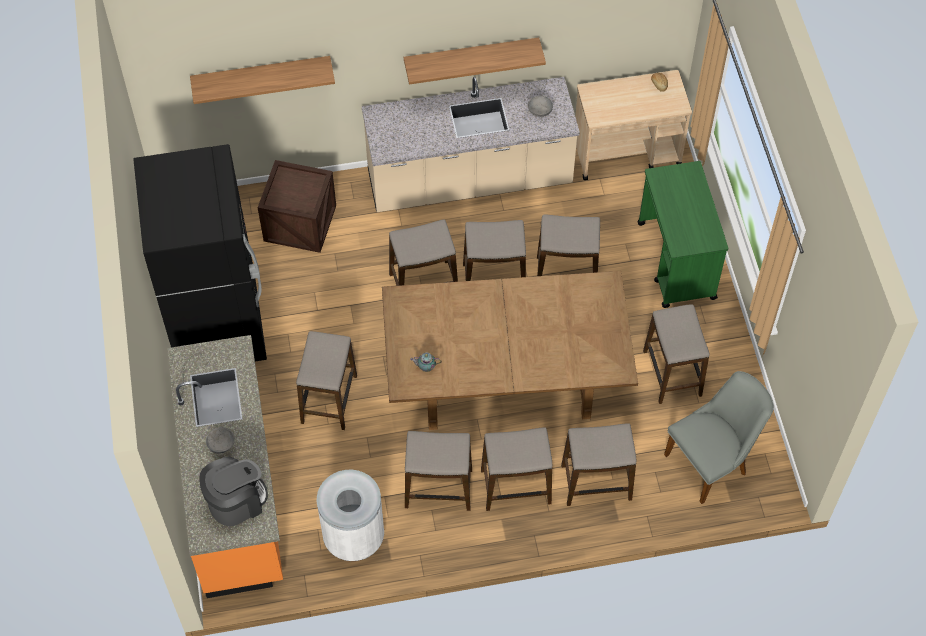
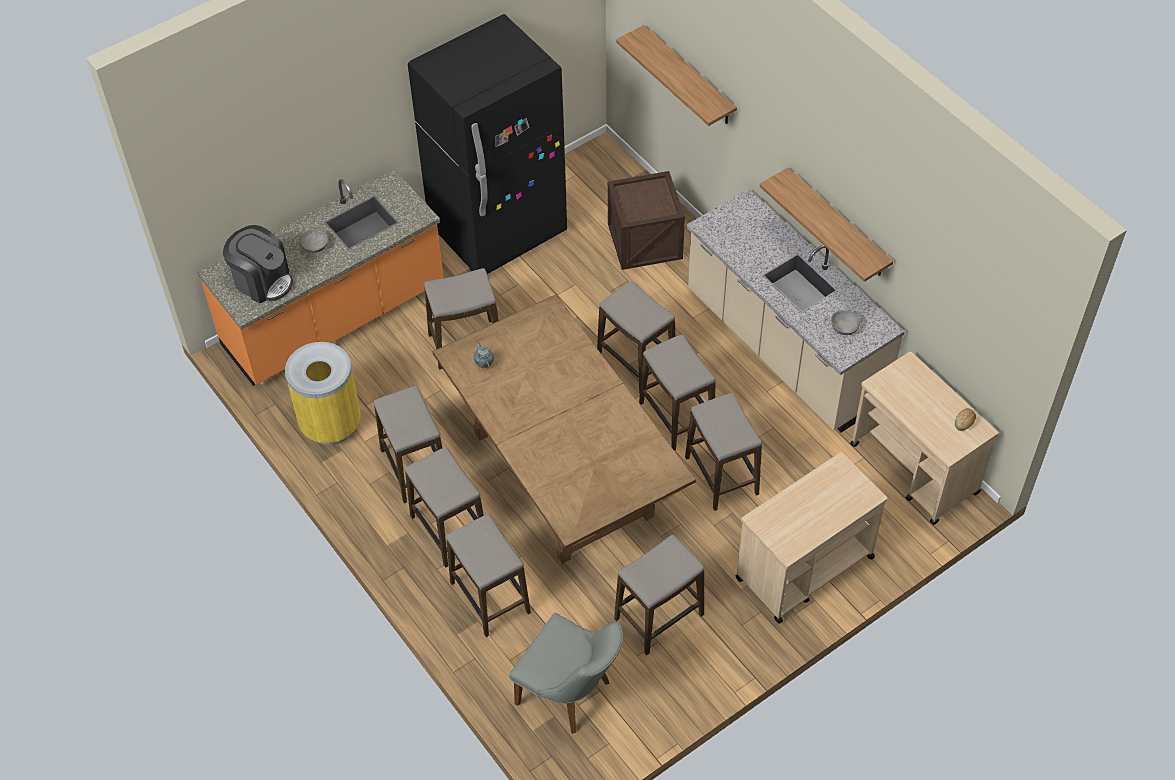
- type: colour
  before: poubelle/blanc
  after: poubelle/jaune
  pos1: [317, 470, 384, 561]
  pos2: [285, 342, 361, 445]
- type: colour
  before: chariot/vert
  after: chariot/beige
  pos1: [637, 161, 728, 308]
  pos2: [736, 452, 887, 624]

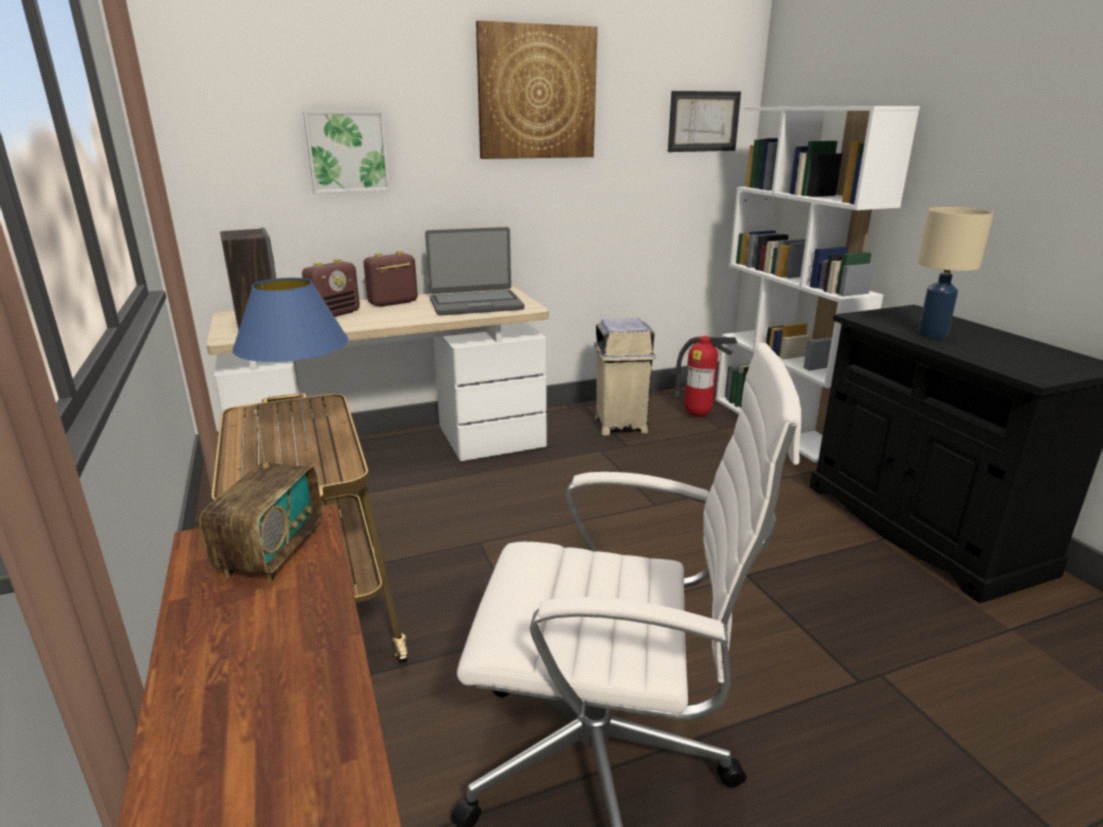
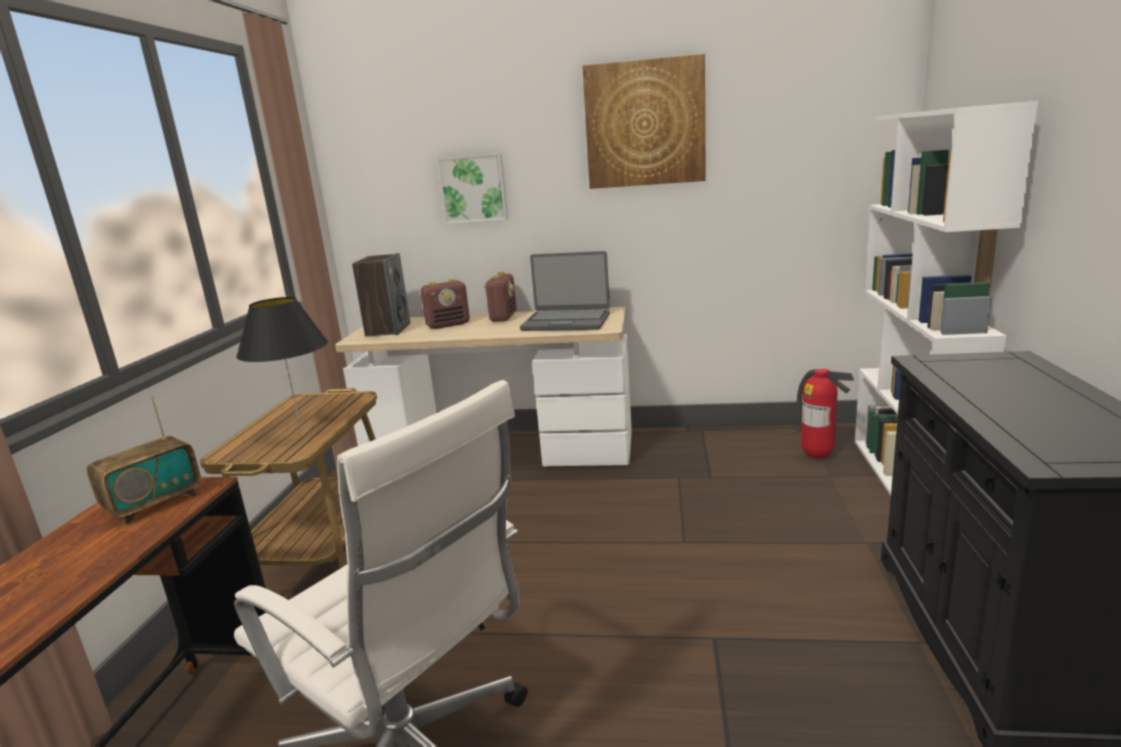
- type: missing
  before: poubelle/beige
  pos1: [594, 318, 656, 435]
- type: missing
  before: tableau
  pos1: [668, 91, 741, 152]
- type: missing
  before: lampe de table/beige
  pos1: [918, 207, 994, 338]
- type: colour
  before: lampe de table/bleu
  after: lampe de table/noir
  pos1: [232, 278, 349, 447]
  pos2: [236, 297, 328, 432]
- type: spun
  before: radio
  pos1: [364, 250, 418, 307]
  pos2: [484, 271, 517, 322]
  turn: 105

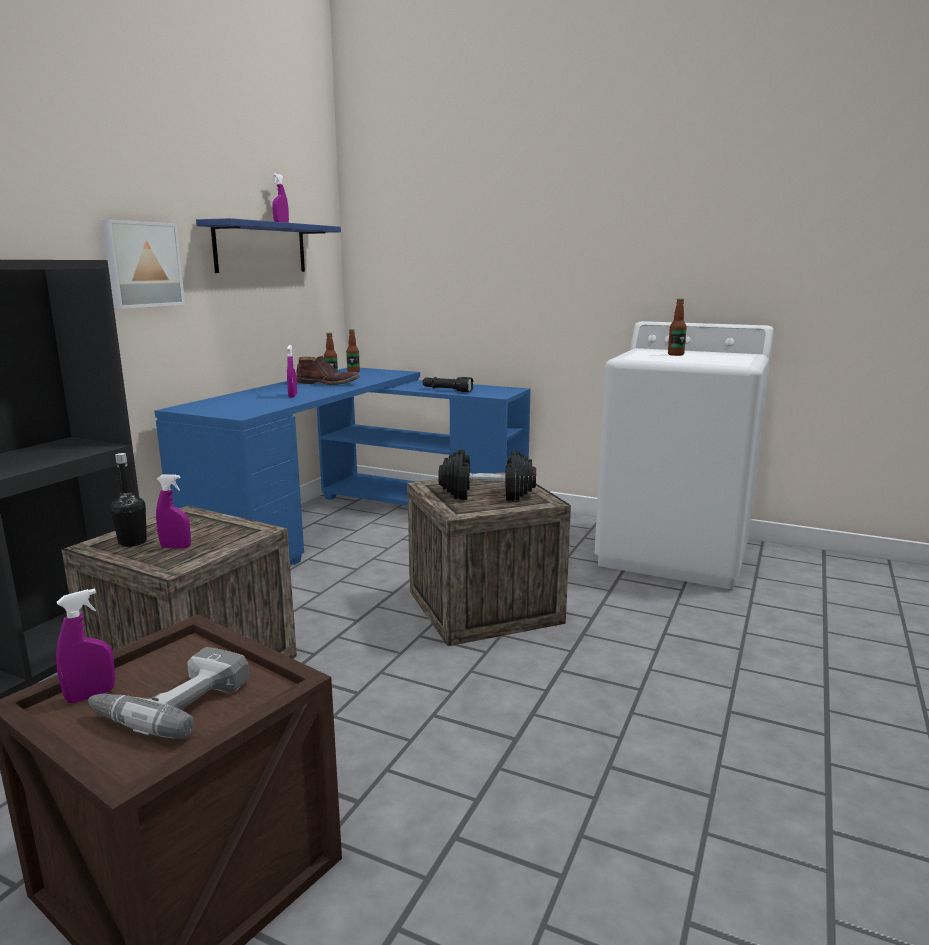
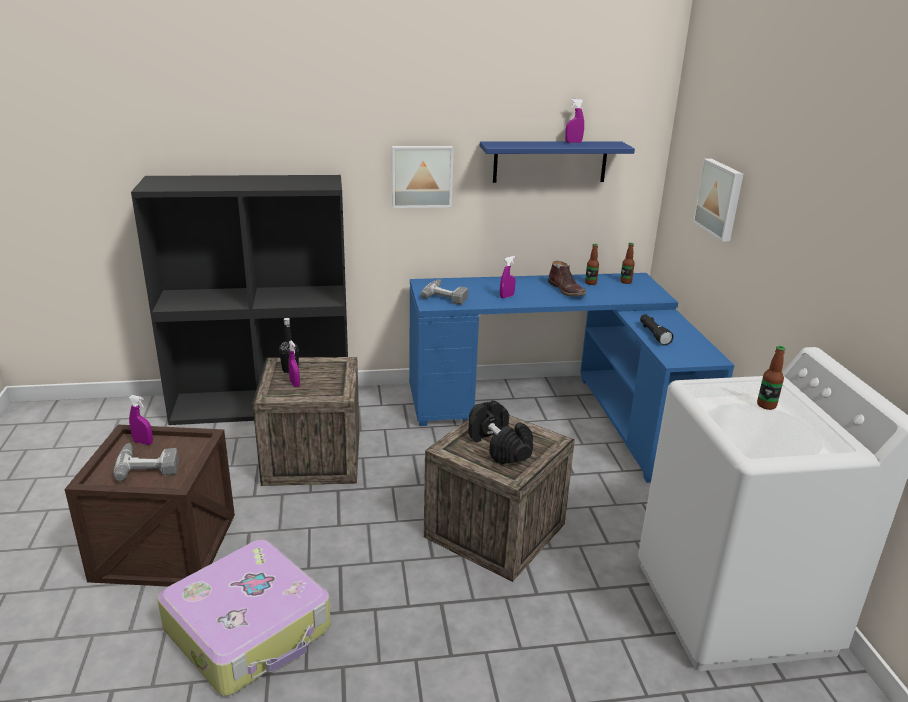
- type: appeared
  after: valise
  pos2: [157, 539, 331, 696]
- type: appeared
  after: perceuse
  pos2: [421, 279, 468, 305]
- type: appeared
  after: tableau
  pos2: [693, 158, 743, 242]

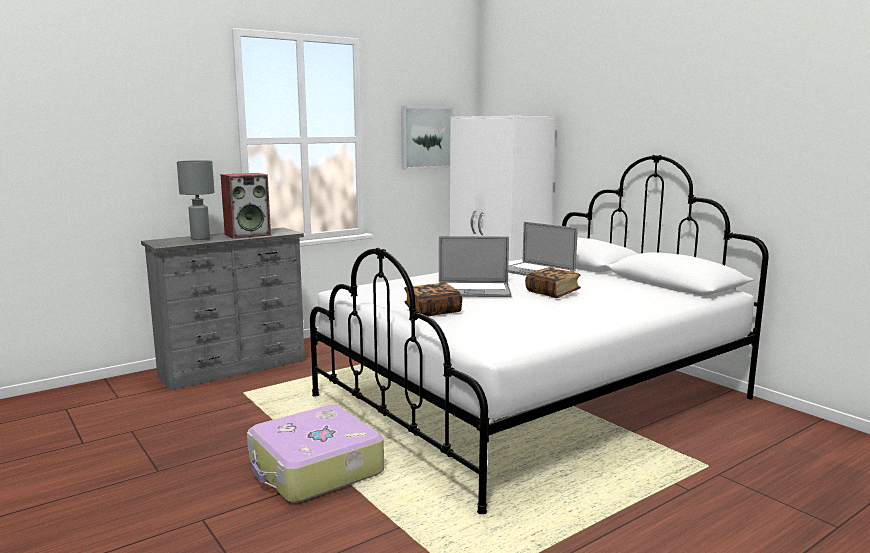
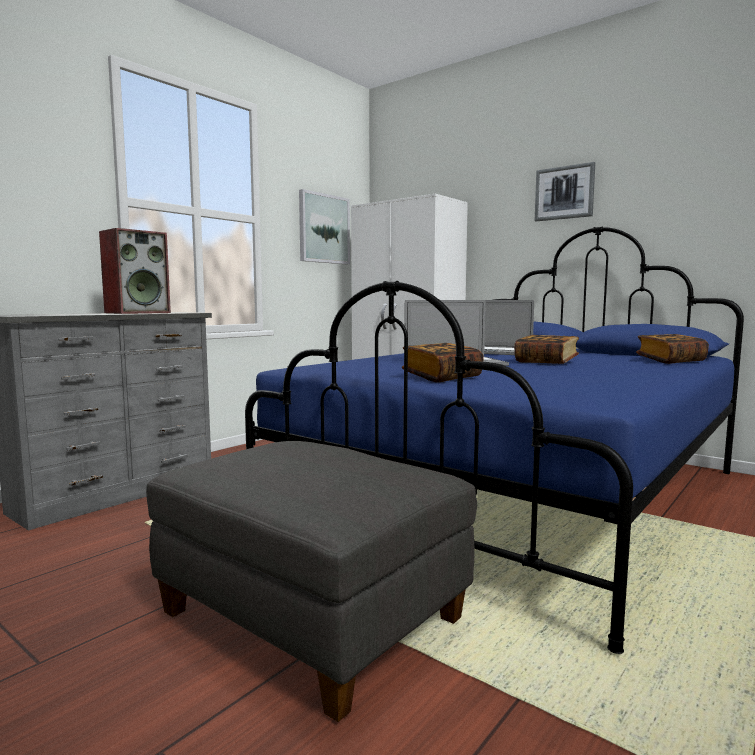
- type: missing
  before: lampe de table/gris
  pos1: [177, 160, 215, 240]
- type: appeared
  after: tableau
  pos2: [535, 162, 595, 221]
- type: appeared
  after: livre
  pos2: [636, 334, 709, 364]
- type: exchanged
  before: valise
  after: pouf/gris
  pos1: [247, 405, 384, 503]
  pos2: [146, 441, 477, 722]
- type: colour
  before: lit/blanc
  after: lit/bleu
  pos1: [310, 155, 769, 514]
  pos2: [245, 226, 744, 654]

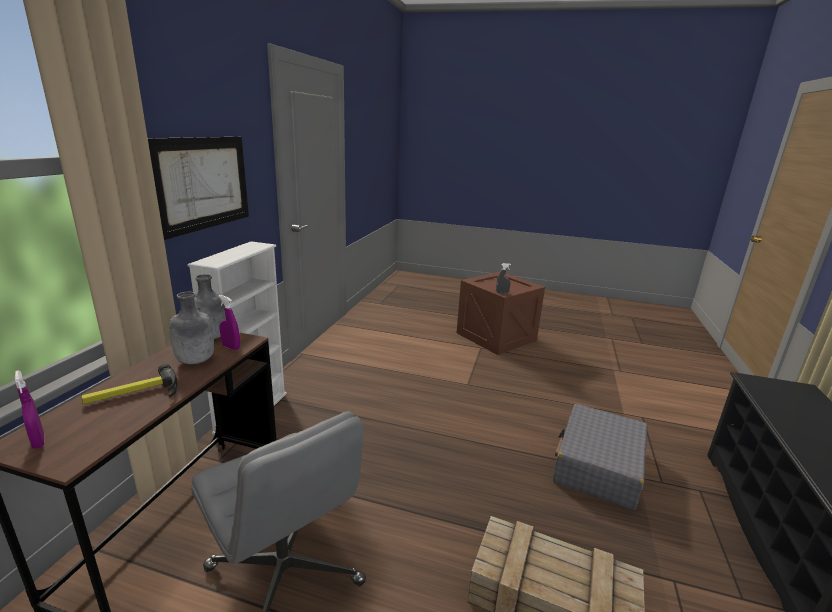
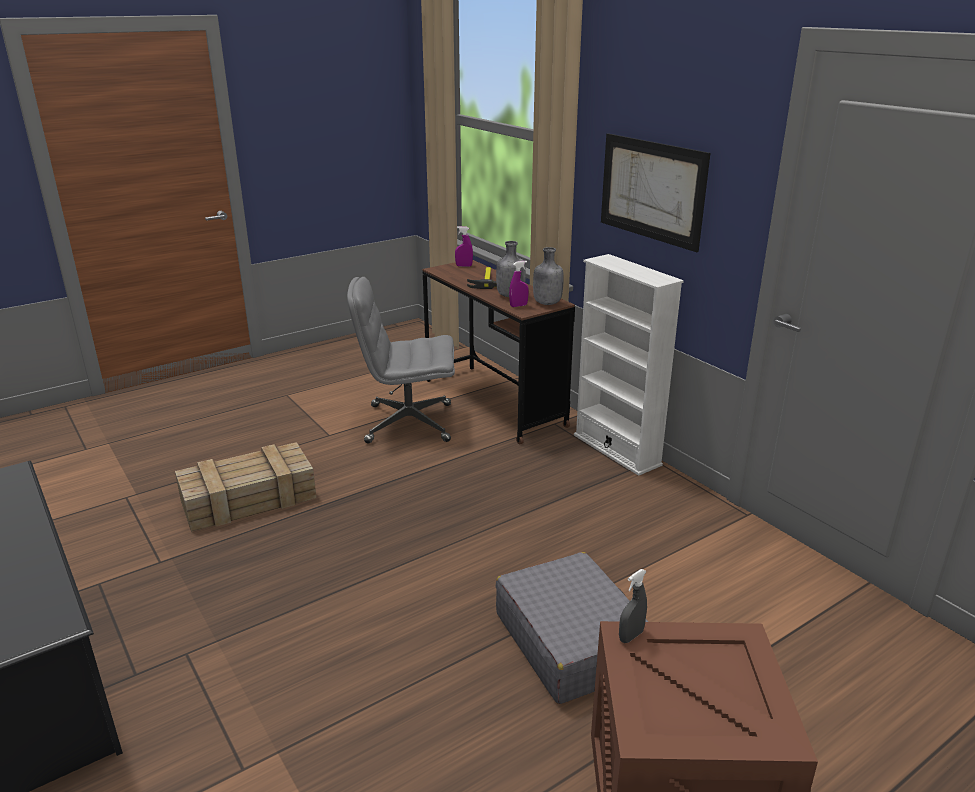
- type: relocated
  before: valise/gris
  pos1: [553, 404, 648, 510]
  pos2: [496, 552, 648, 704]

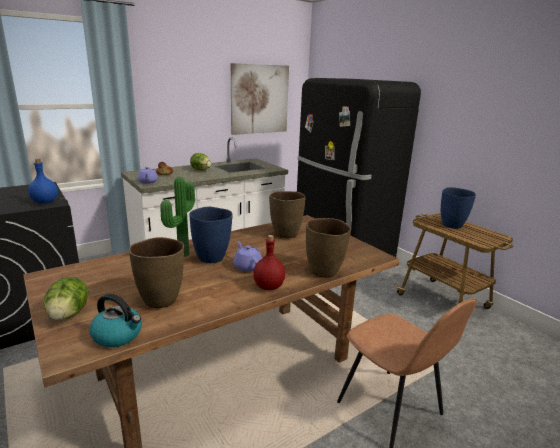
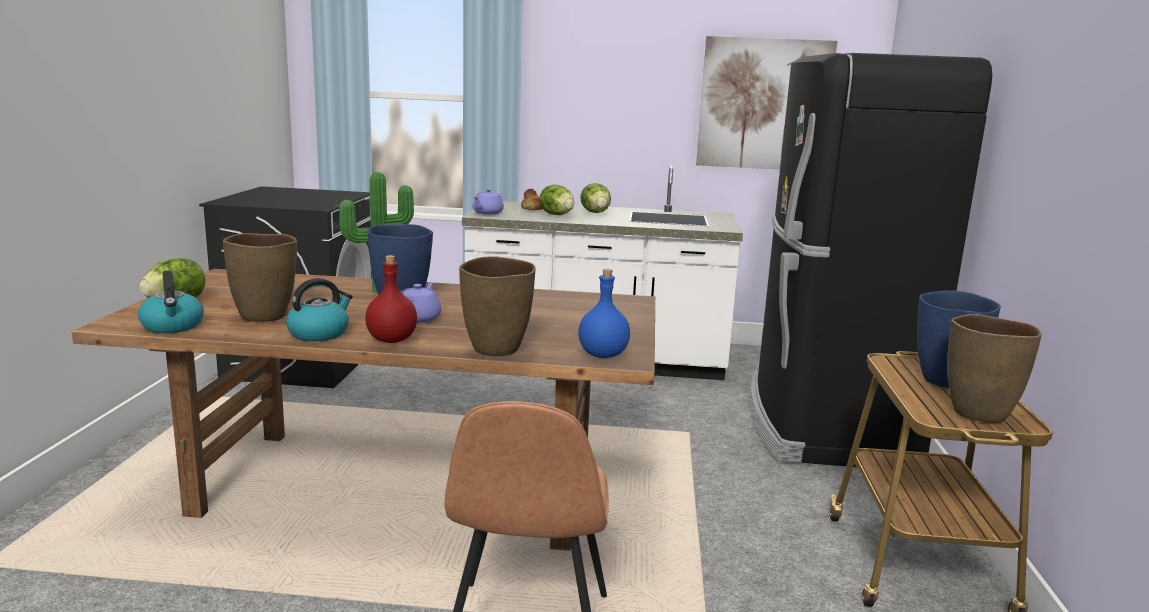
- type: appeared
  after: bouilloire
  pos2: [286, 278, 353, 341]
- type: appeared
  after: laitue
  pos2: [539, 184, 574, 215]
- type: relocated
  before: bouteille/bleu
  pos1: [28, 159, 58, 204]
  pos2: [578, 269, 630, 358]
- type: relocated
  before: vase/marron
  pos1: [269, 191, 305, 238]
  pos2: [947, 314, 1042, 423]

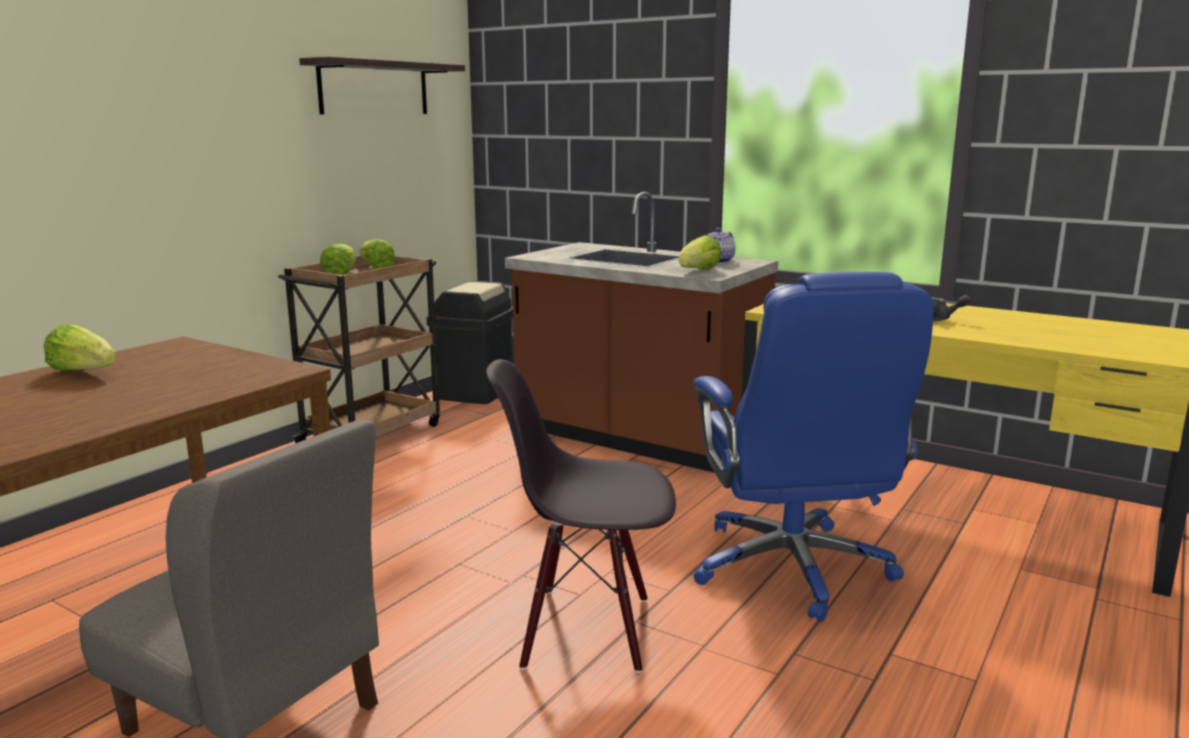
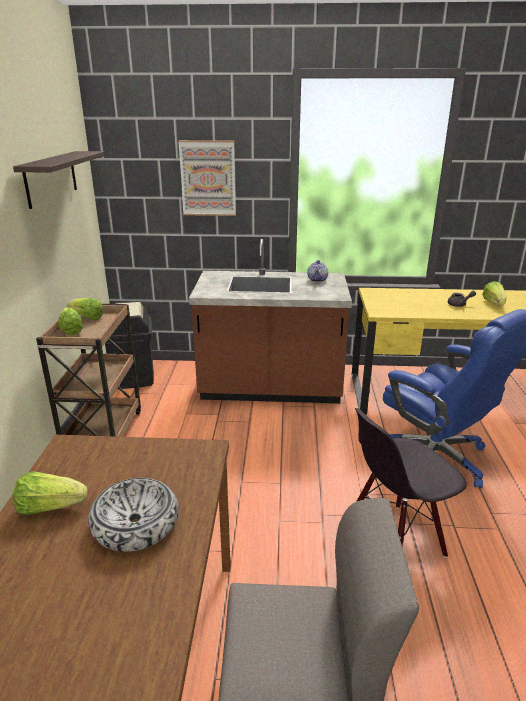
- type: appeared
  after: bol
  pos2: [88, 478, 179, 552]
- type: appeared
  after: tableau
  pos2: [178, 140, 236, 216]
- type: relocated
  before: laitue
  pos1: [678, 235, 722, 270]
  pos2: [482, 281, 506, 305]

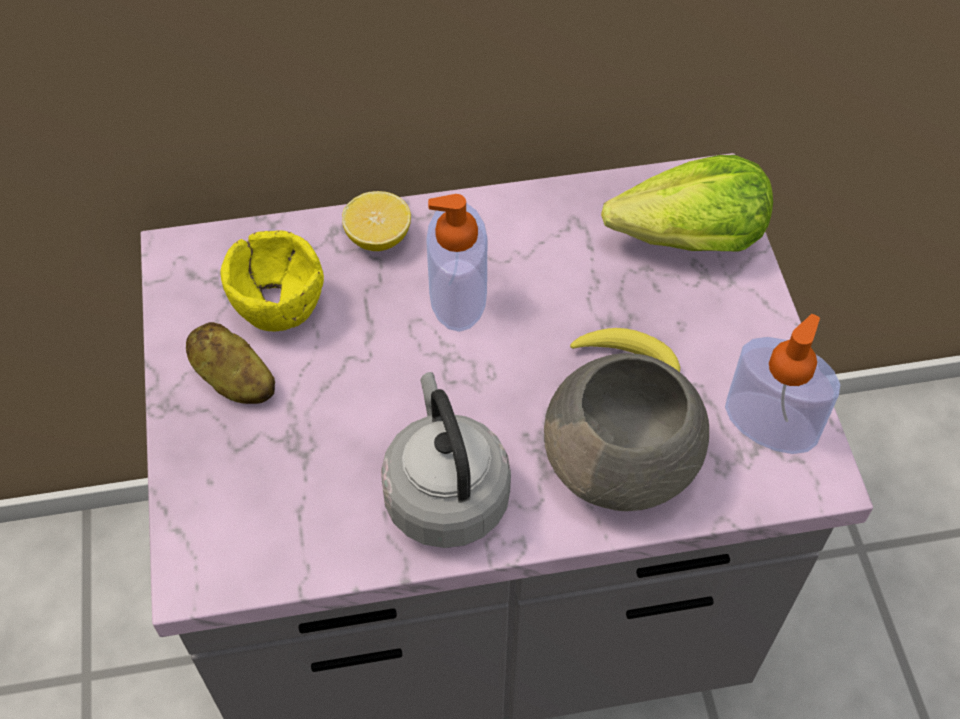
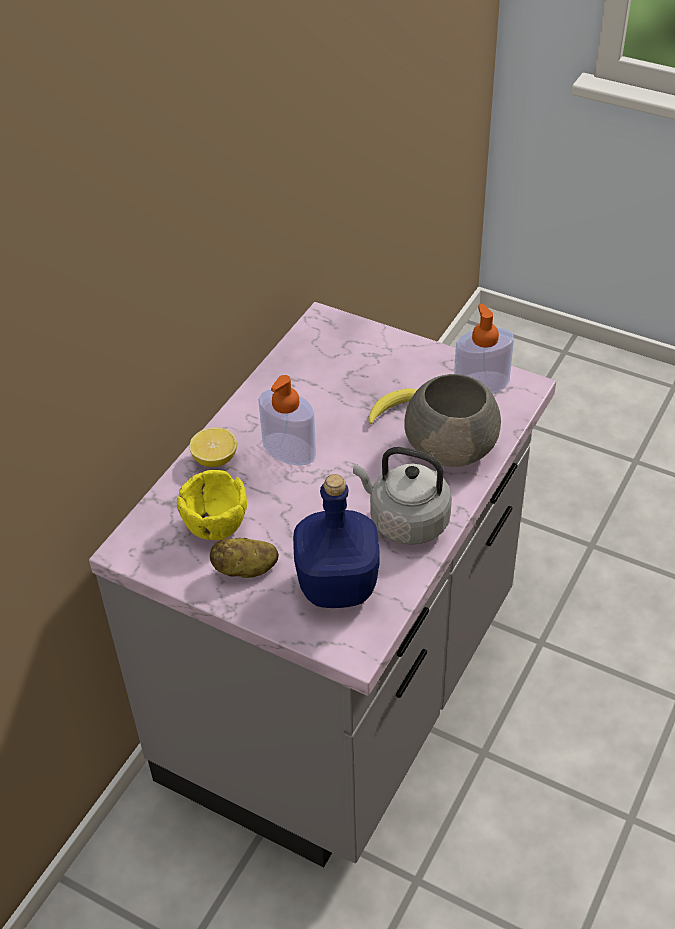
- type: missing
  before: laitue
  pos1: [601, 155, 773, 251]
- type: appeared
  after: bouteille/bleu
  pos2: [293, 474, 380, 608]

